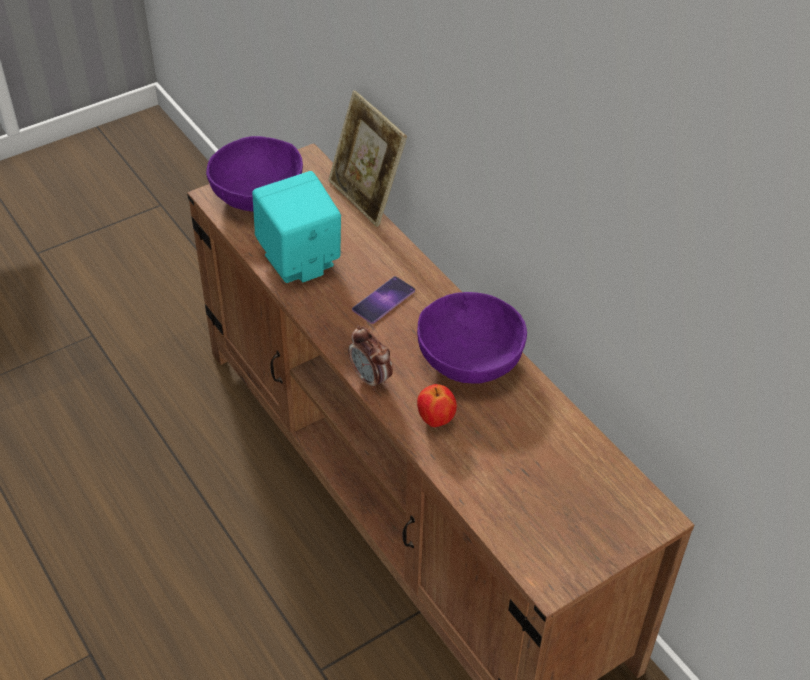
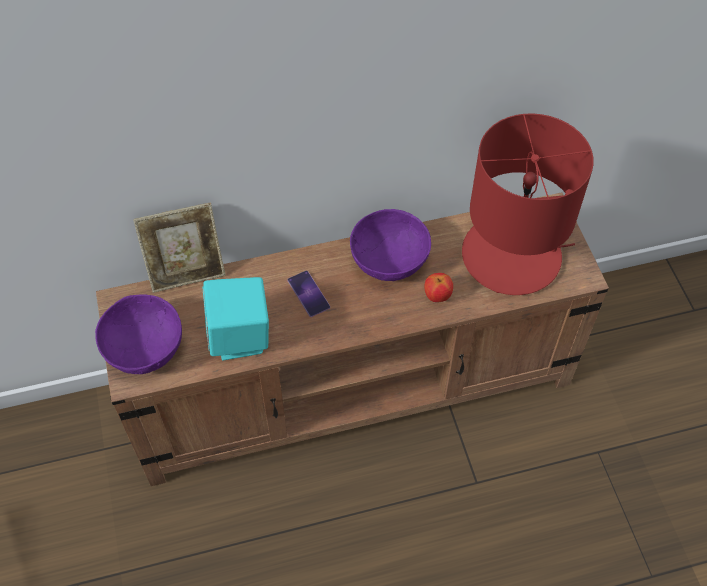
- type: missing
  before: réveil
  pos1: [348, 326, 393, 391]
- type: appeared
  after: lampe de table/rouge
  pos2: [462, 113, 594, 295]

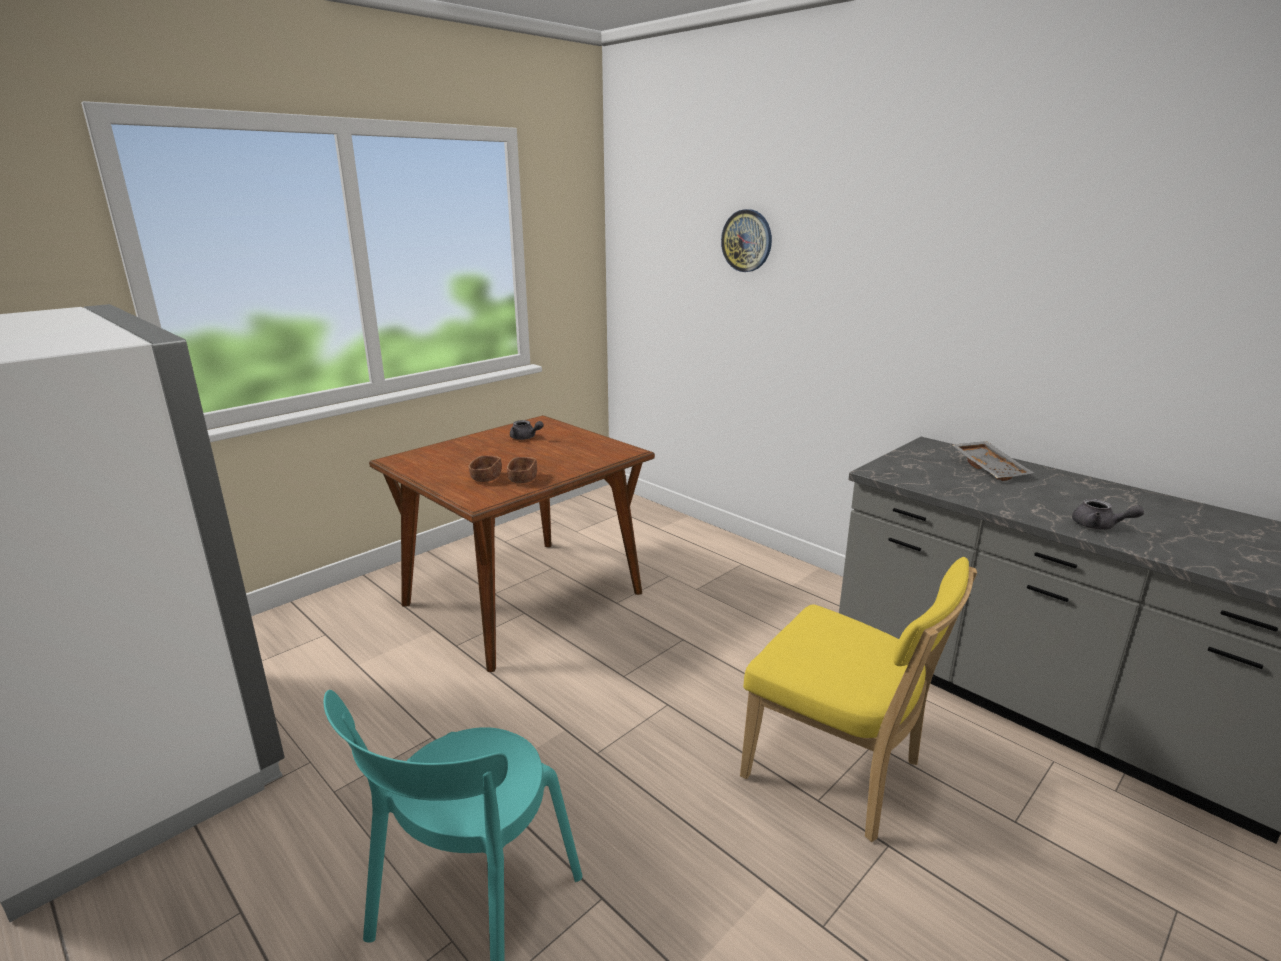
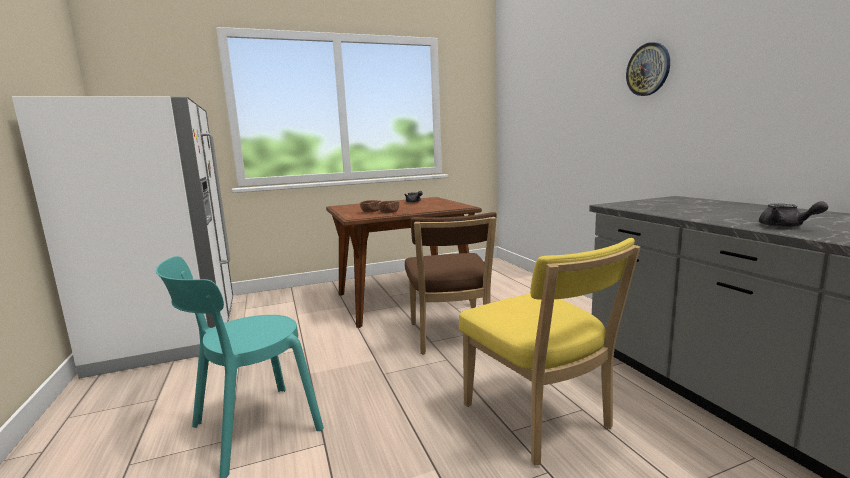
- type: missing
  before: plateau/gris
  pos1: [952, 441, 1034, 481]
- type: appeared
  after: chaise/marron
  pos2: [405, 212, 497, 355]
- type: relocated
  before: horloge murale
  pos1: [721, 209, 772, 272]
  pos2: [626, 42, 670, 96]

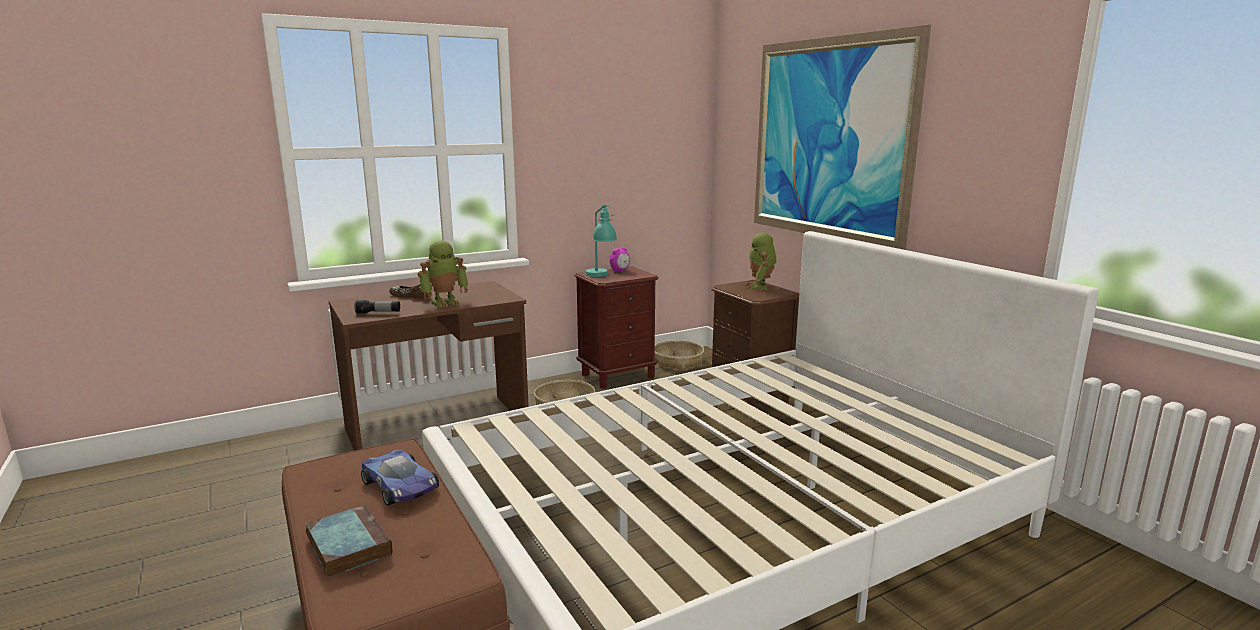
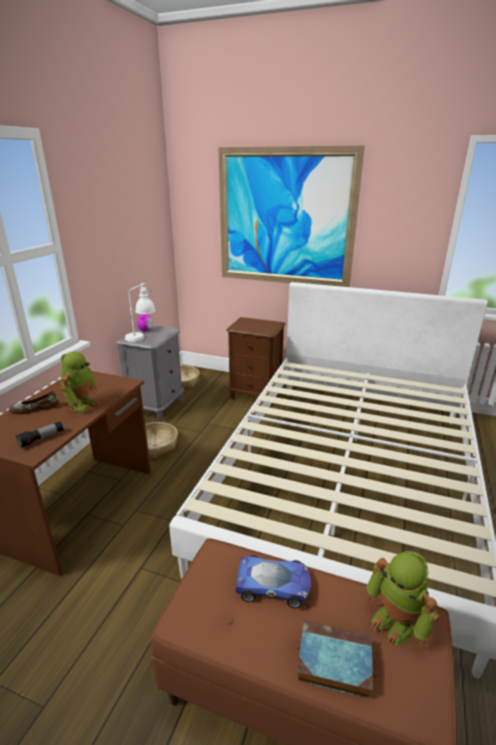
- type: relocated
  before: robot jouet
  pos1: [745, 233, 777, 290]
  pos2: [366, 551, 440, 646]
- type: colour
  before: table de chevet/marron
  after: table de chevet/gris
  pos1: [575, 266, 659, 389]
  pos2: [116, 325, 184, 421]
- type: colour
  before: lampe de table/turquoise
  after: lampe de table/blanc
  pos1: [585, 204, 617, 277]
  pos2: [125, 283, 155, 342]

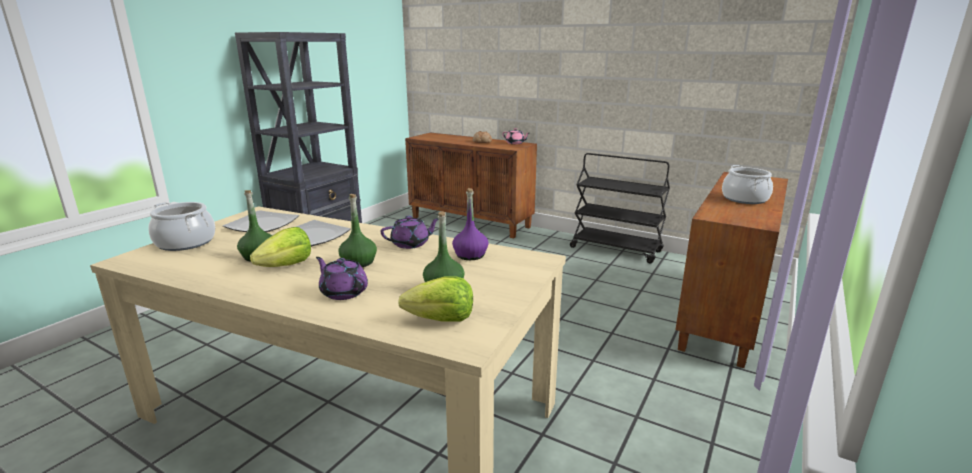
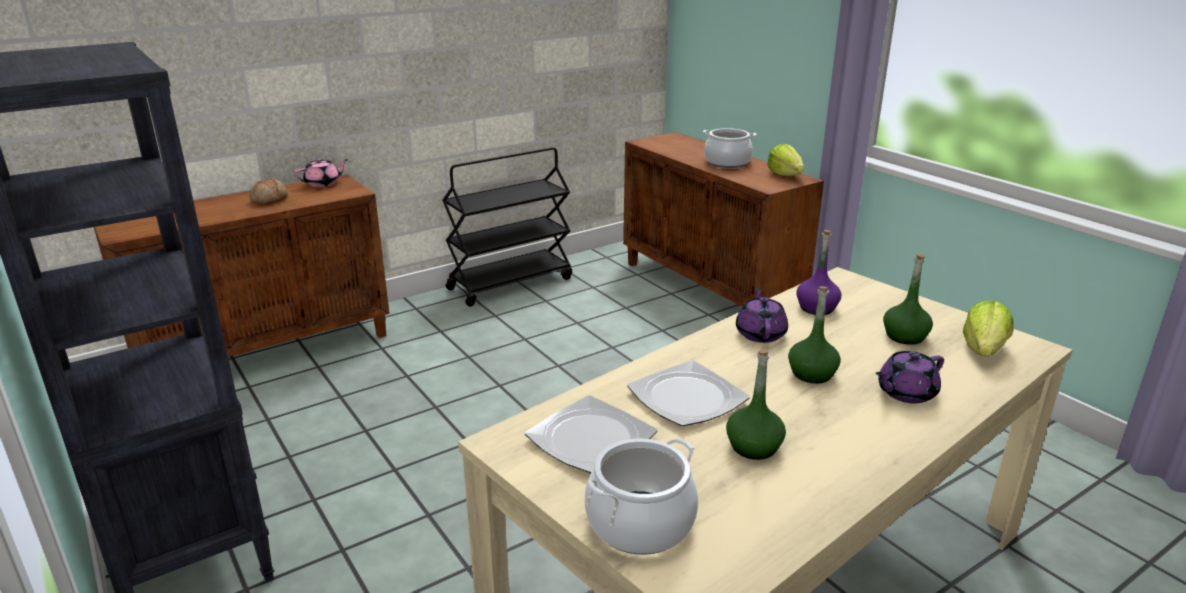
- type: relocated
  before: laitue
  pos1: [250, 227, 311, 267]
  pos2: [767, 144, 804, 176]

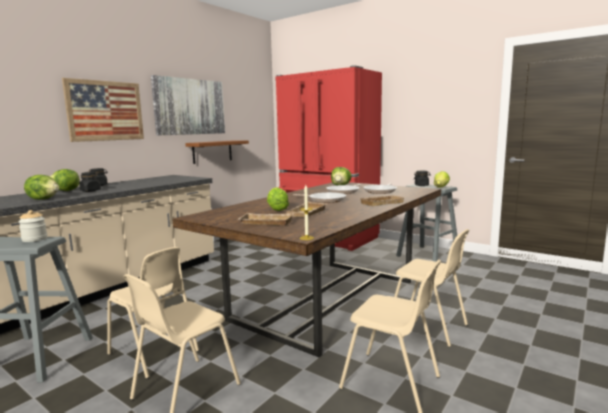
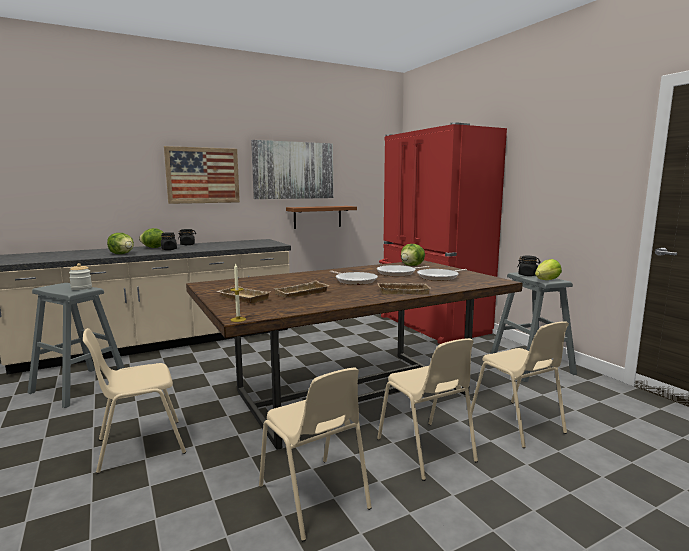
- type: missing
  before: laitue
  pos1: [267, 187, 289, 211]
- type: relocated
  before: chaise/beige
  pos1: [107, 247, 199, 379]
  pos2: [471, 321, 569, 448]

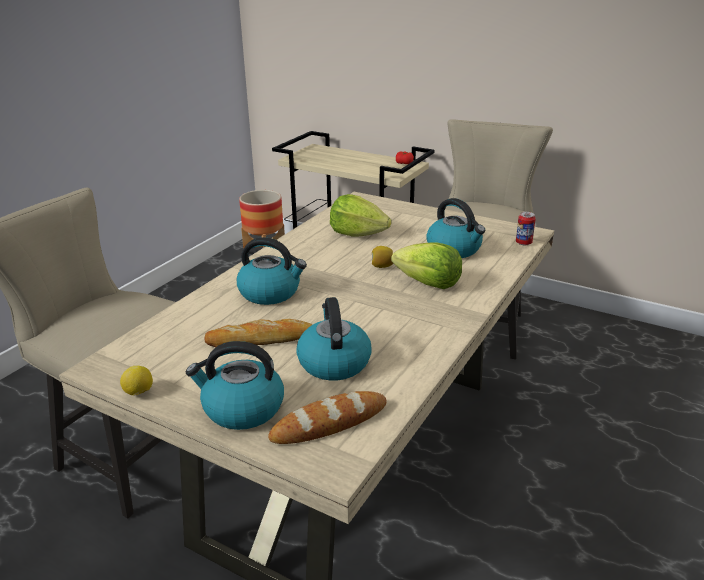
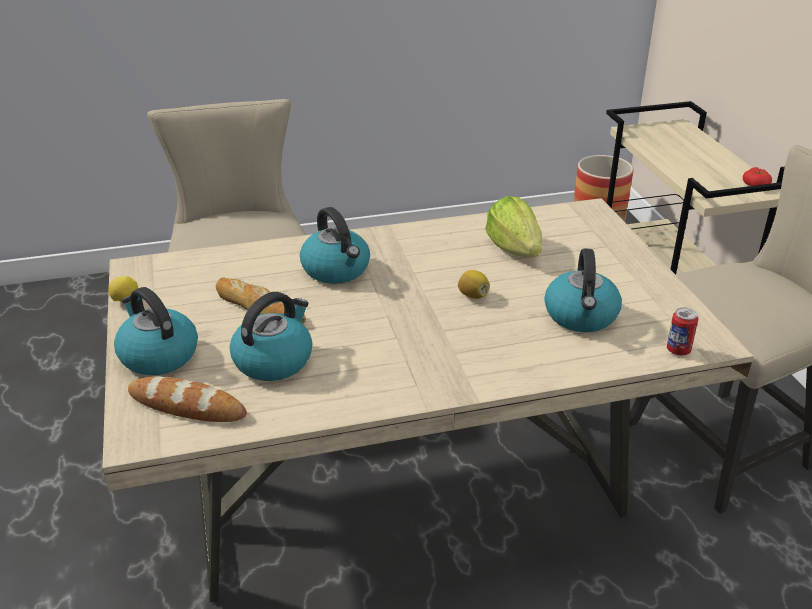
- type: missing
  before: laitue
  pos1: [391, 242, 462, 289]

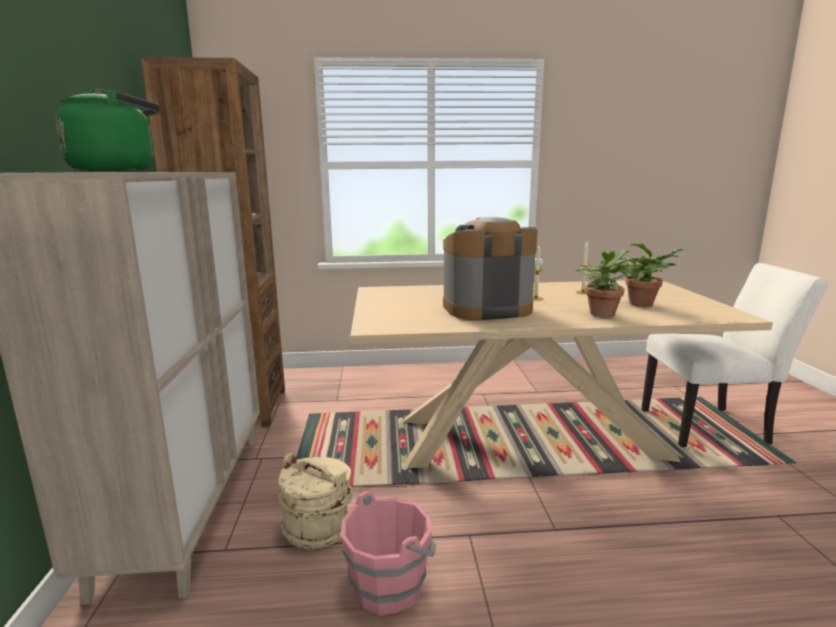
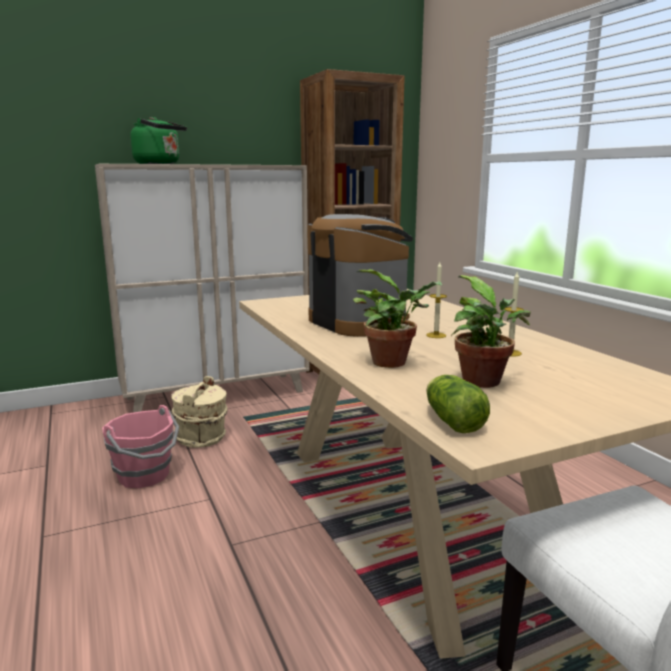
- type: appeared
  after: laitue
  pos2: [426, 375, 490, 433]

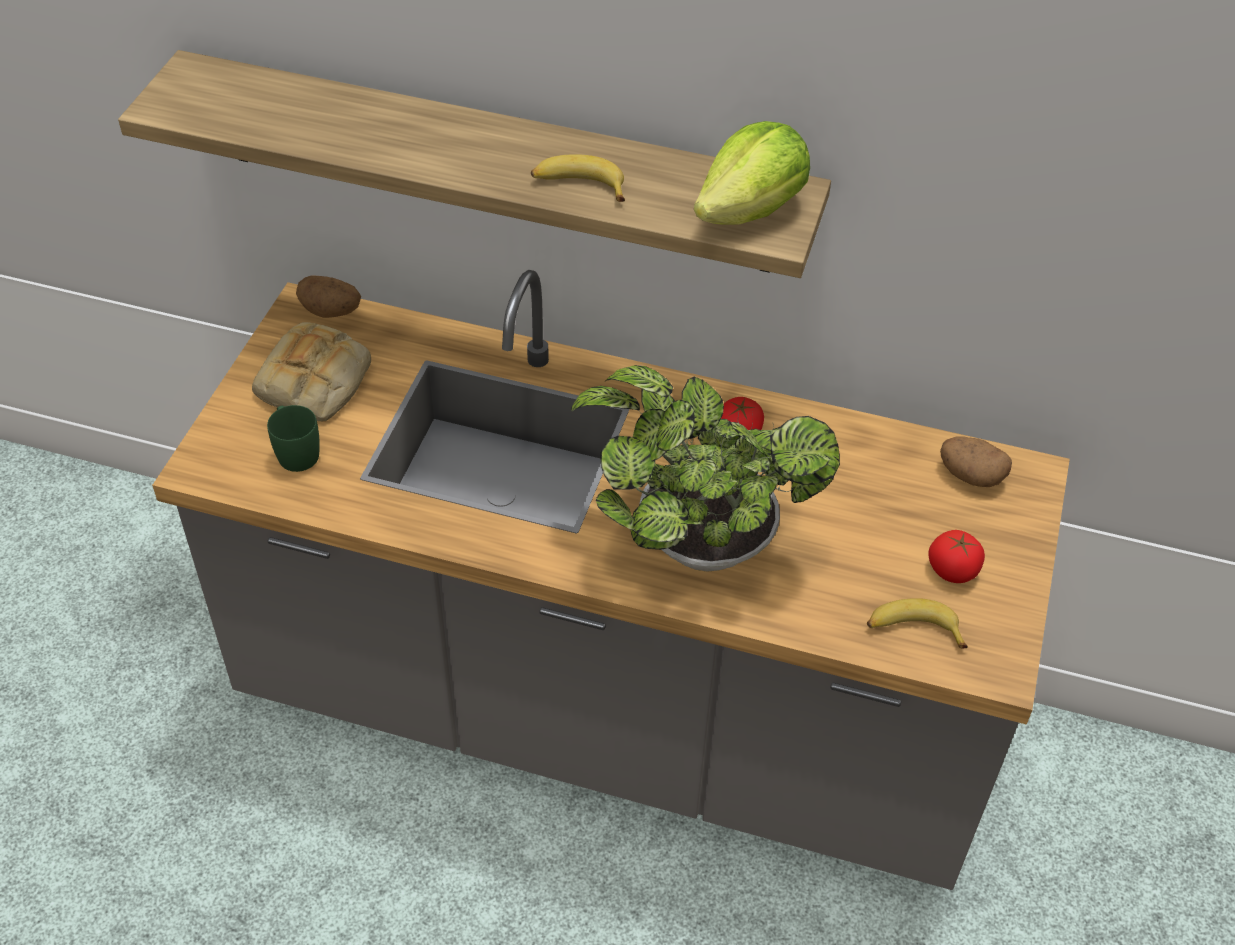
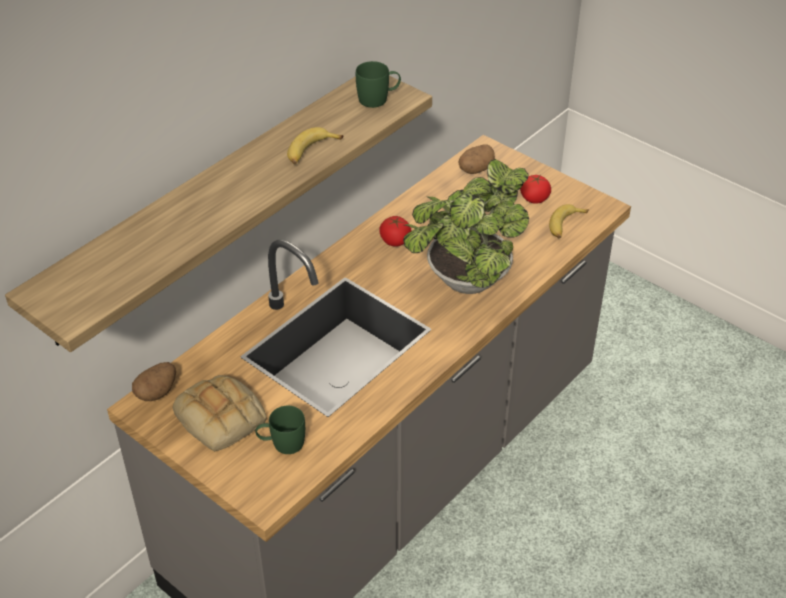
- type: exchanged
  before: laitue
  after: mug/vert
  pos1: [694, 121, 810, 225]
  pos2: [356, 61, 401, 108]

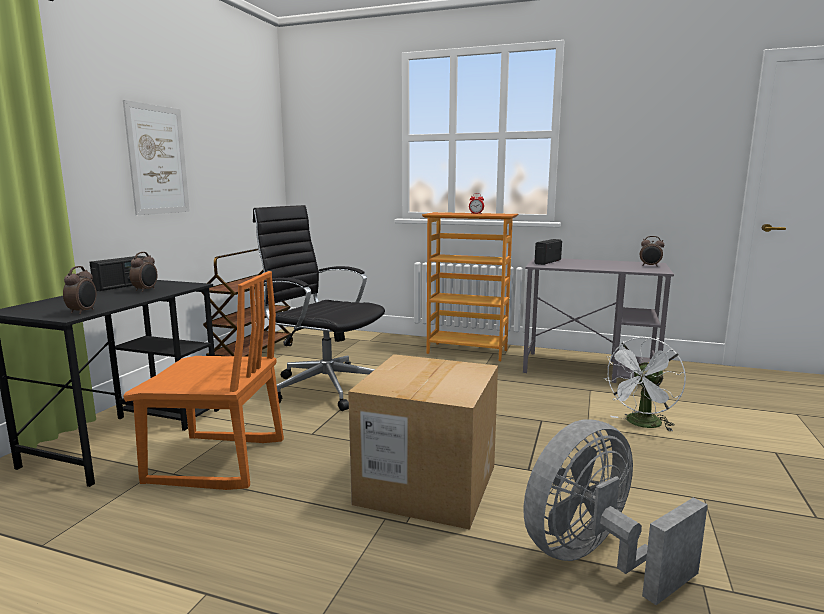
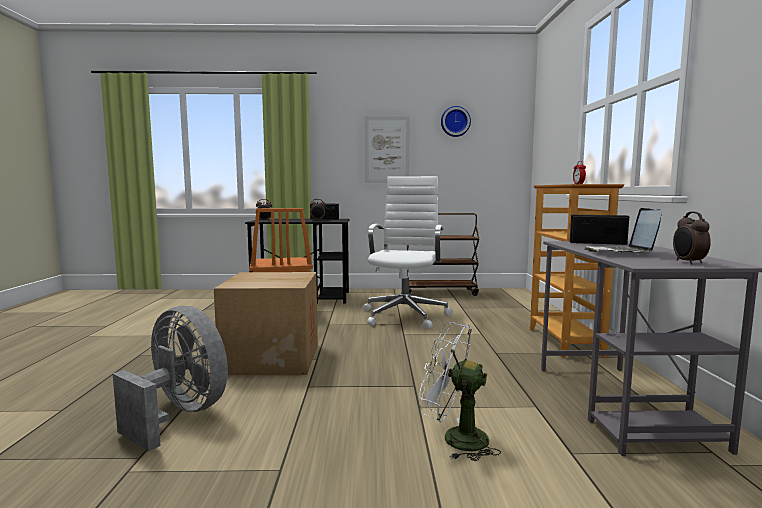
- type: appeared
  after: horloge murale
  pos2: [441, 106, 471, 137]
- type: appeared
  after: ordinateur portable
  pos2: [584, 208, 662, 253]
- type: colour
  before: chaise de bureau/noir
  after: chaise de bureau/blanc
  pos1: [253, 205, 385, 411]
  pos2: [363, 176, 453, 329]

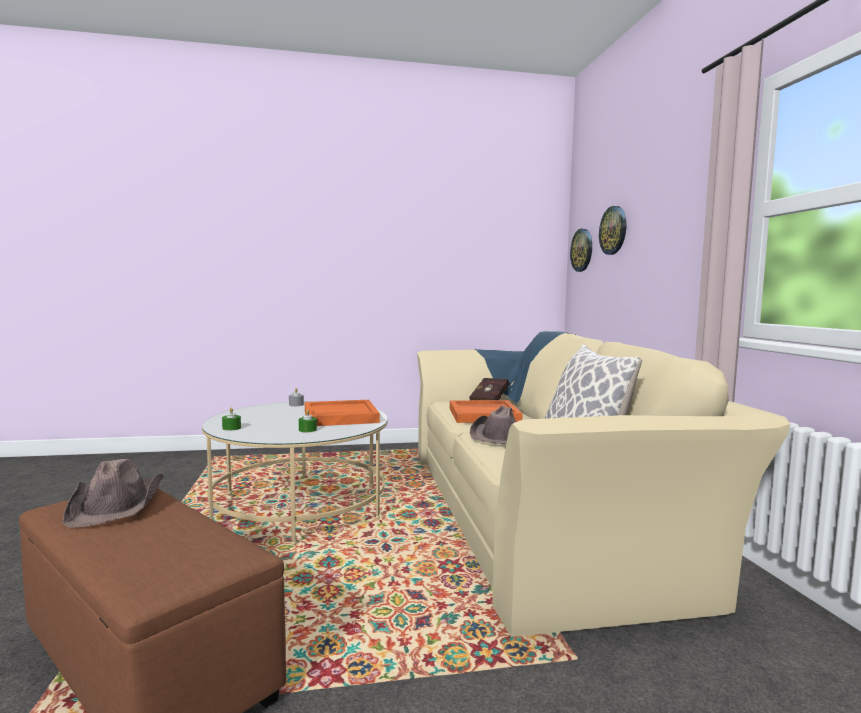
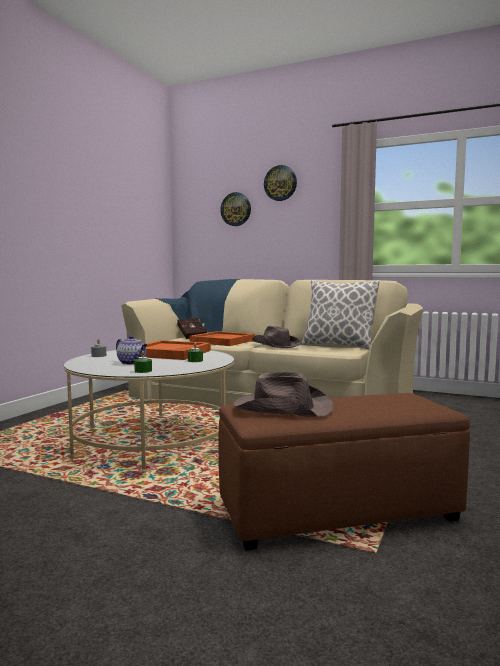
- type: appeared
  after: théière
  pos2: [116, 335, 147, 365]
- type: relocated
  before: horloge murale
  pos1: [570, 229, 592, 272]
  pos2: [264, 165, 297, 201]

